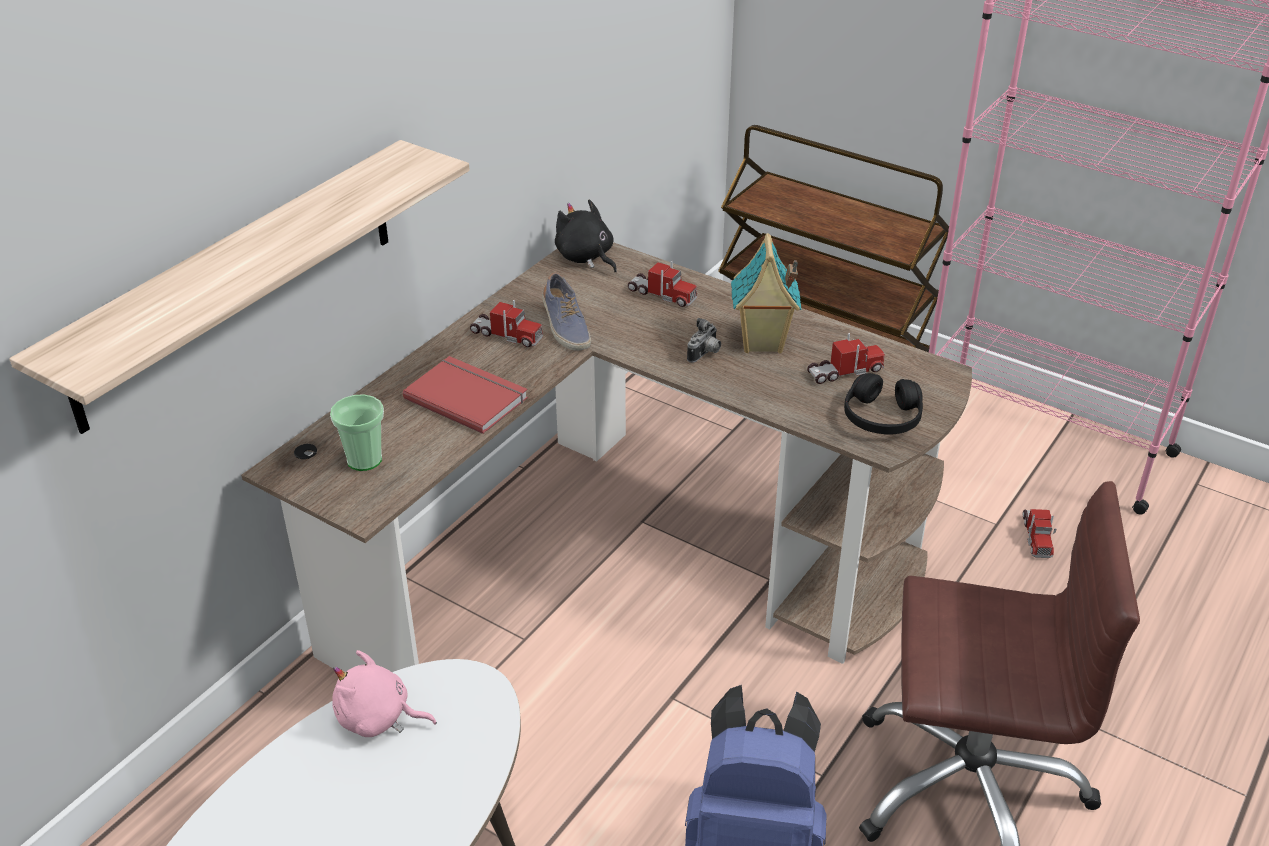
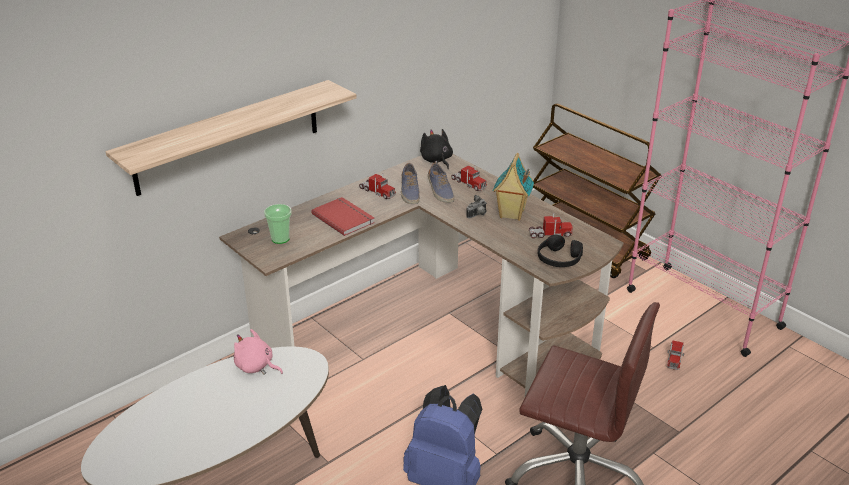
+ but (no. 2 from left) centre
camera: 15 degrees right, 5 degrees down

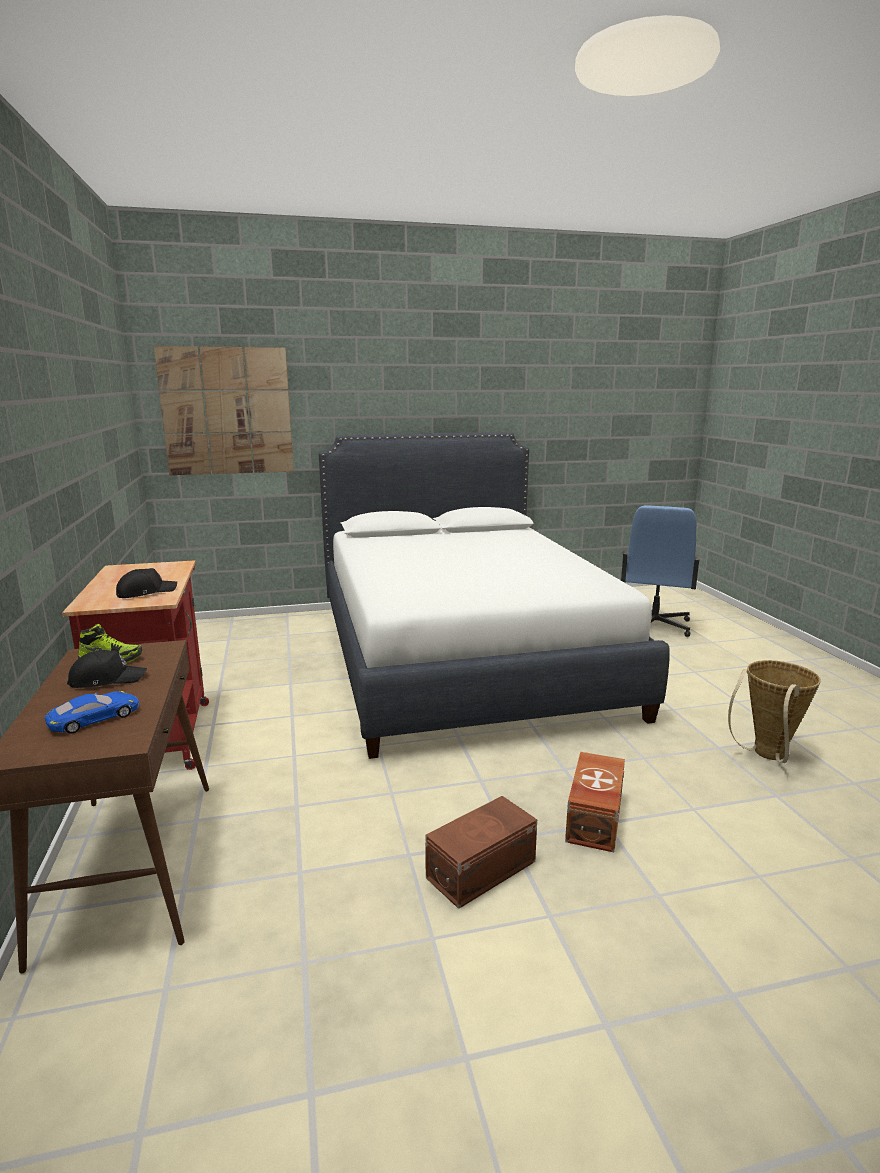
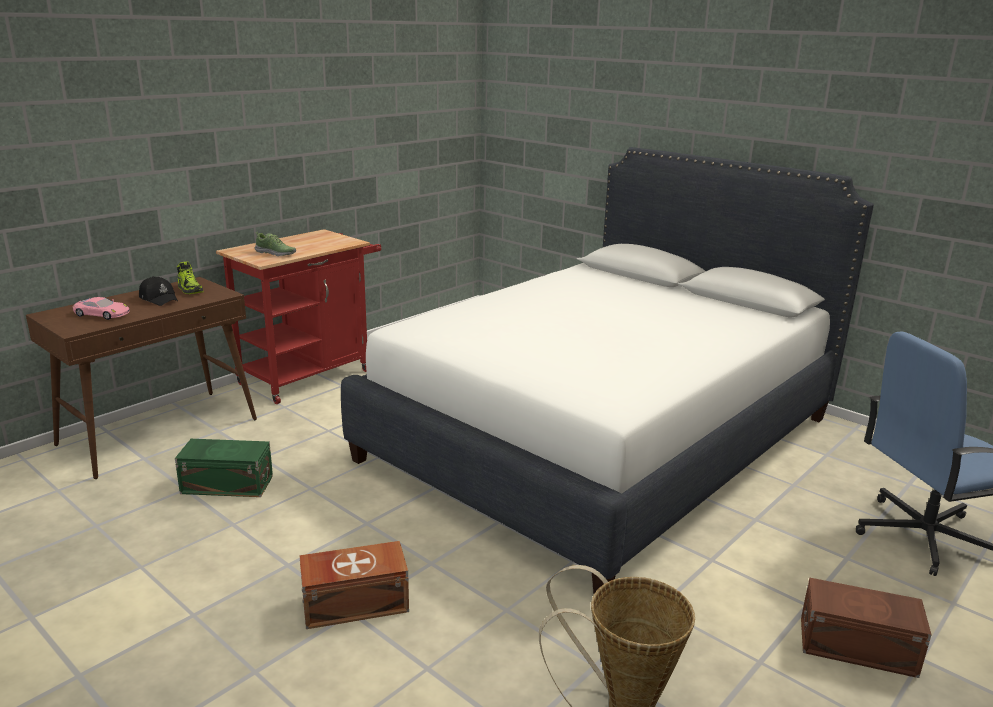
~ samochodzik (niebieski) middle left to samochodzik (różowy) middle left
~ czapka z daszkiem (czarny) (no. 2 from left) middle left to but (no. 2 from left) middle left
- obraz middle left
~ pojemnik do przechowywania (brązowy) (no. 1 from left in the first image) bottom centre to pojemnik do przechowywania (brązowy) (no. 2 from left) bottom right
+ pojemnik do przechowywania (zielony) middle left
camera: 55 degrees right, 5 degrees up

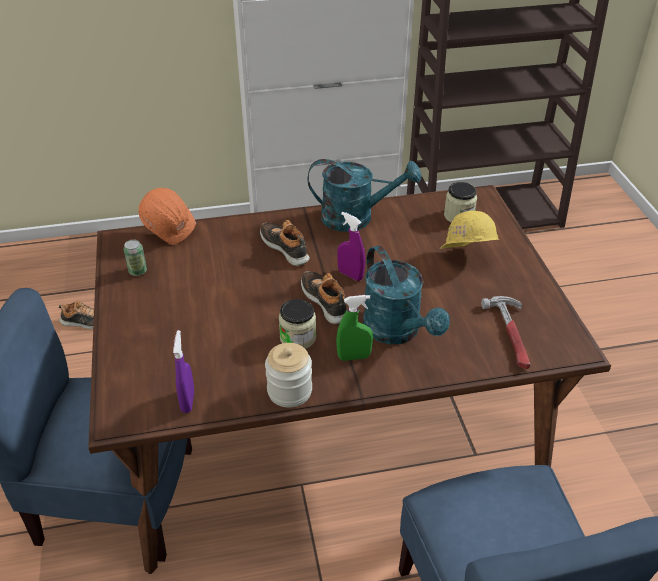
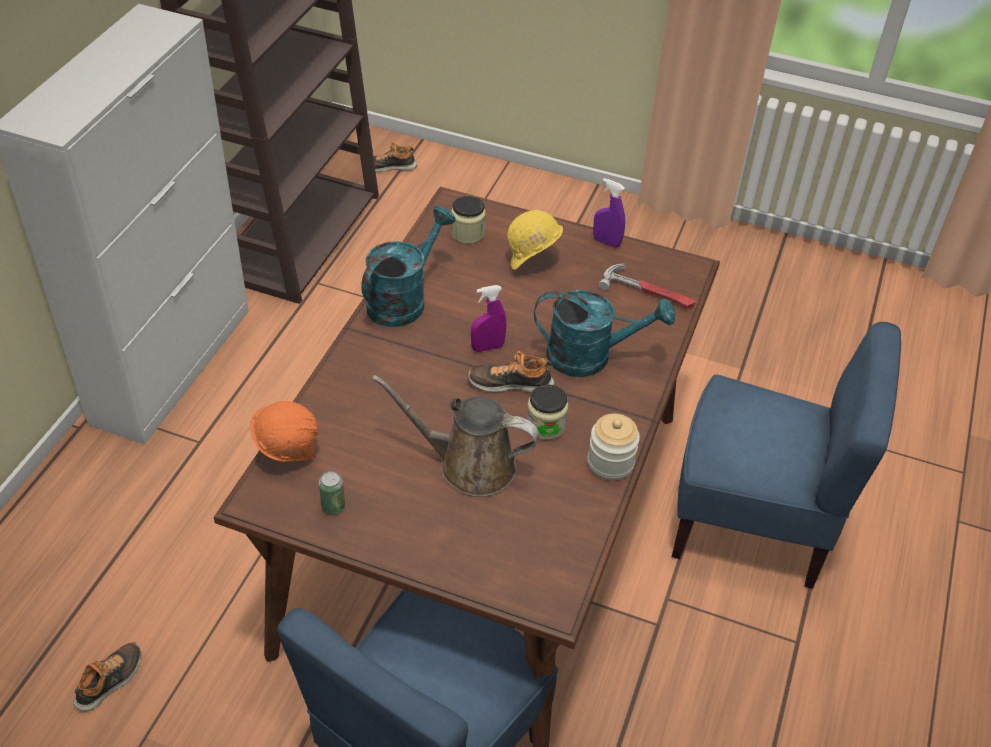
~ spryskiwacz (fioletowy) (no. 1 from left in the first image) middle left to spryskiwacz (fioletowy) (no. 2 from left) top centre
~ but (no. 2 from left) centre to top centre
- spryskiwacz (zielony) centre
+ konewka (brązowy) centre
camera: 60 degrees left, 5 degrees up

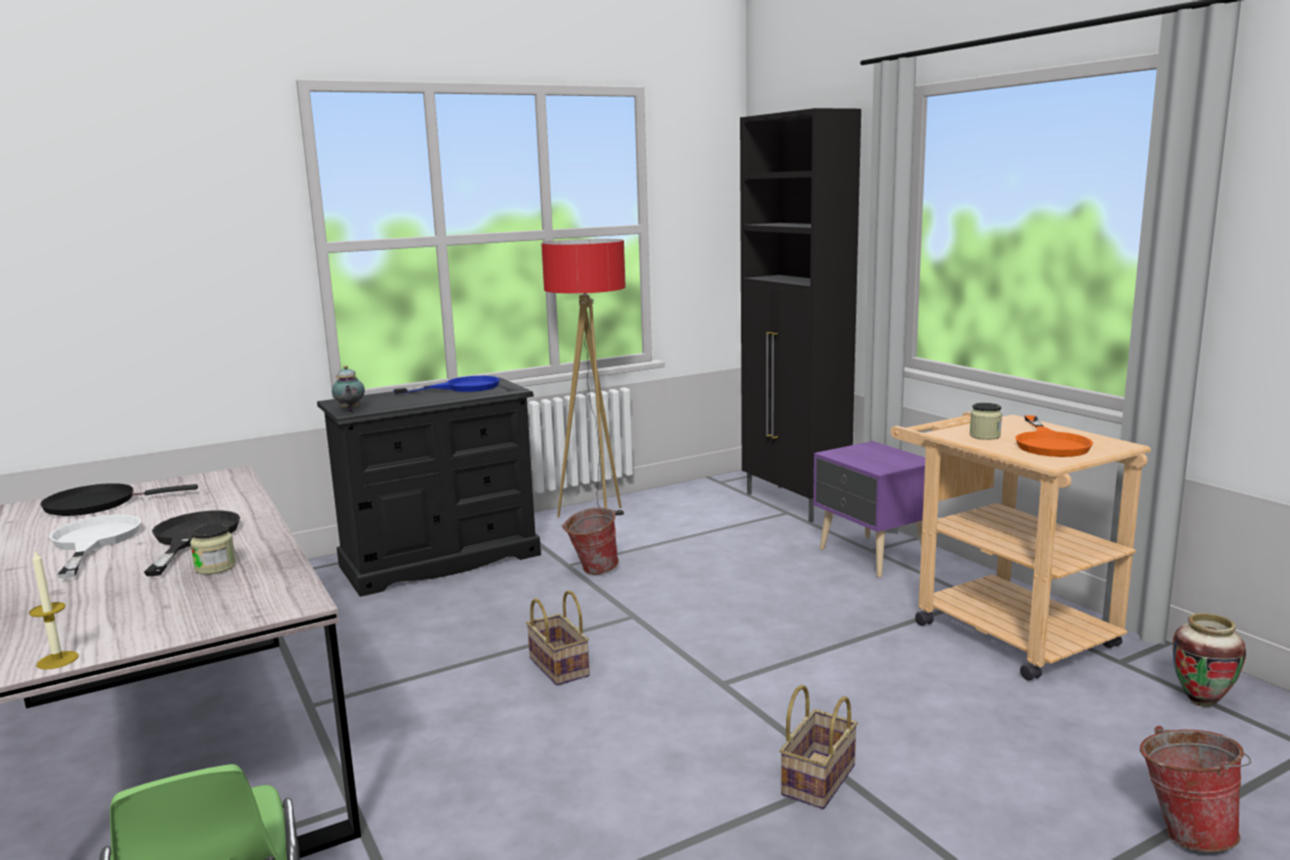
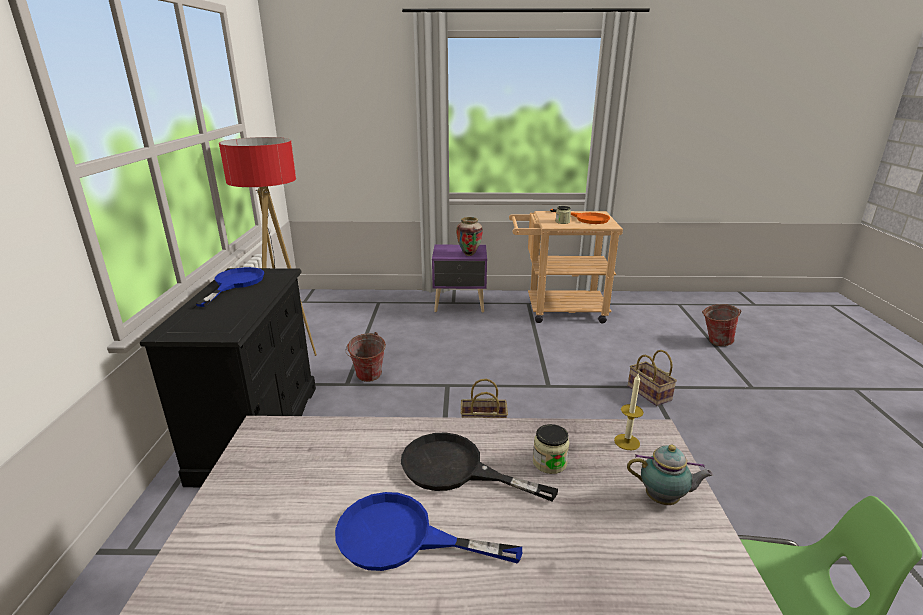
~ świeca bottom left to bottom right
- patelnia (czarny) (no. 1 from left) middle left
~ patelnia (biały) middle left to patelnia (niebieski) (no. 2 from left) bottom centre
~ imbryk middle left to bottom right
- szafka (czarny) centre
~ wazon bottom right to centre
camera: 60 degrees left, 10 degrees up

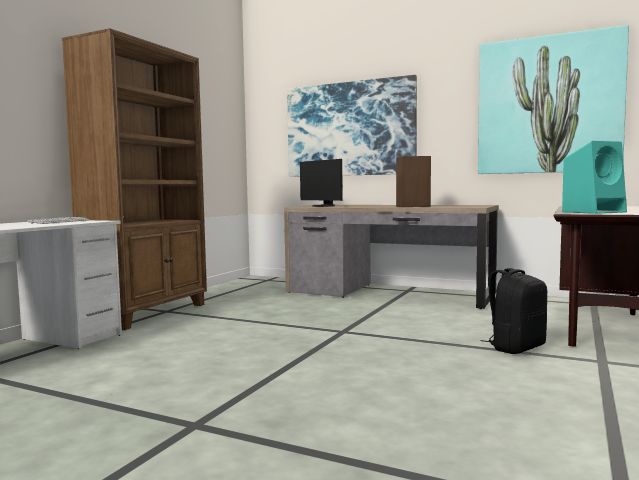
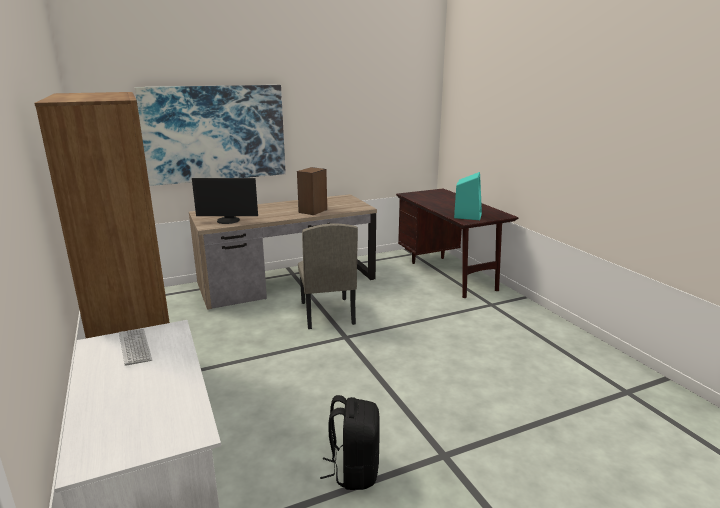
- obraz (no. 2 from left) top right
~ plecak (czarny) middle right to bottom centre
+ krzesło (beżowy) centre
camera: 50 degrees left, 15 degrees up

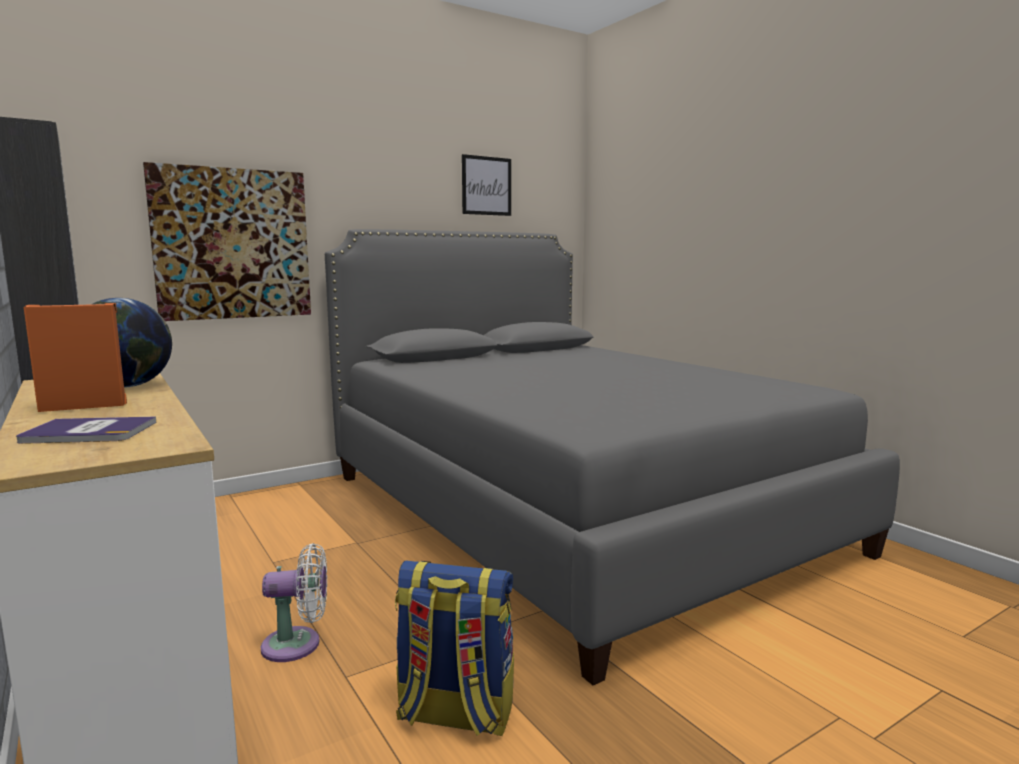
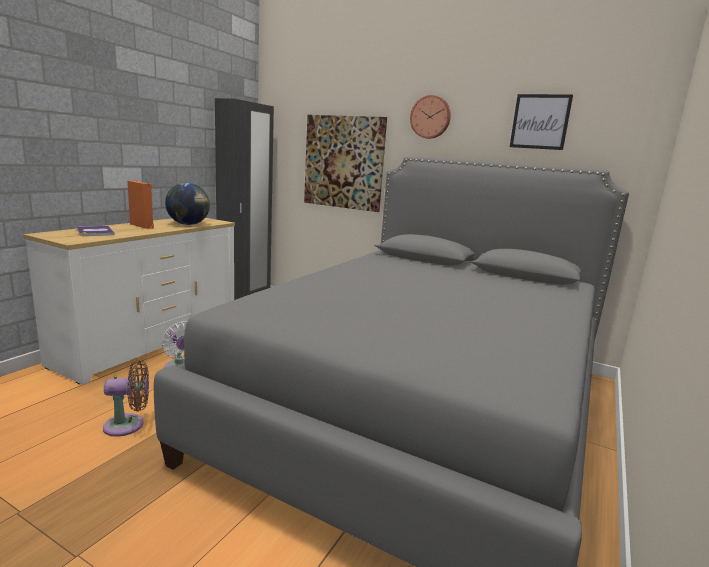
~ plecak bottom centre to wentylator (brązowy) bottom left
+ zegar ścienny top centre
camera: 60 degrees right, 5 degrees up

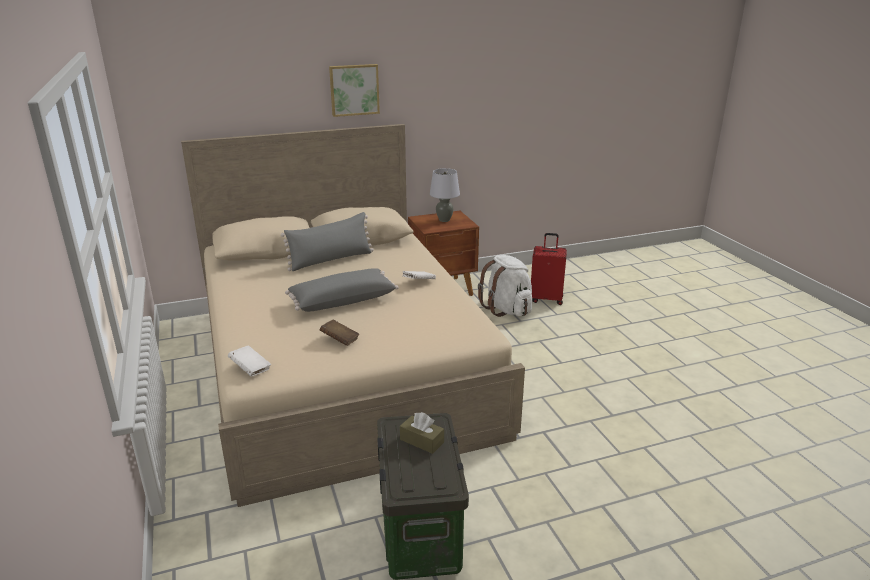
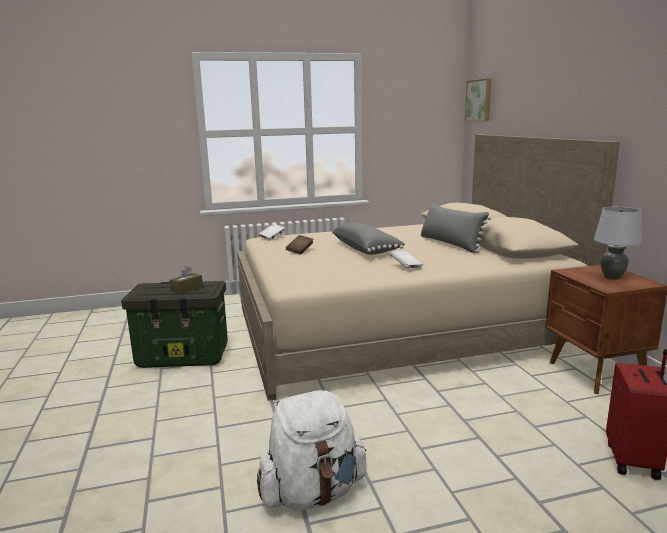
~ obraz top centre to top right
~ plecak (biały) centre to bottom centre
camera: 95 degrees right, 10 degrees down

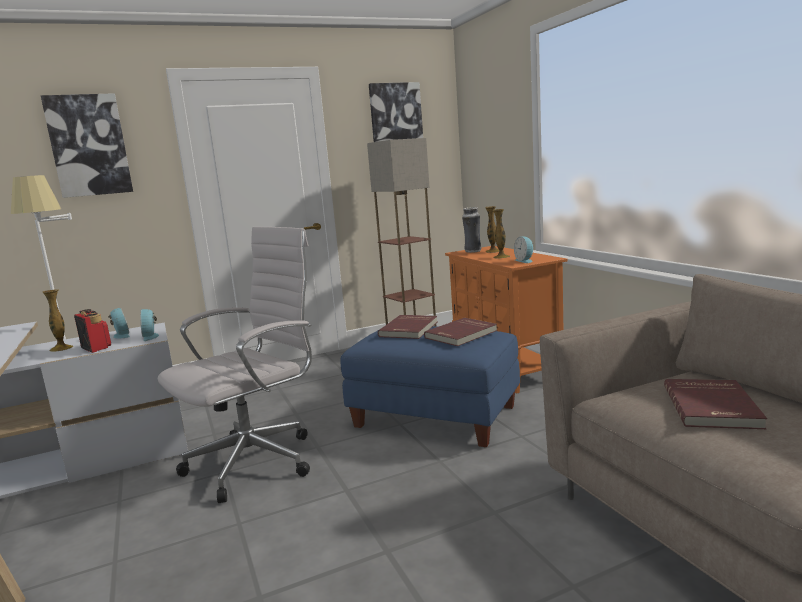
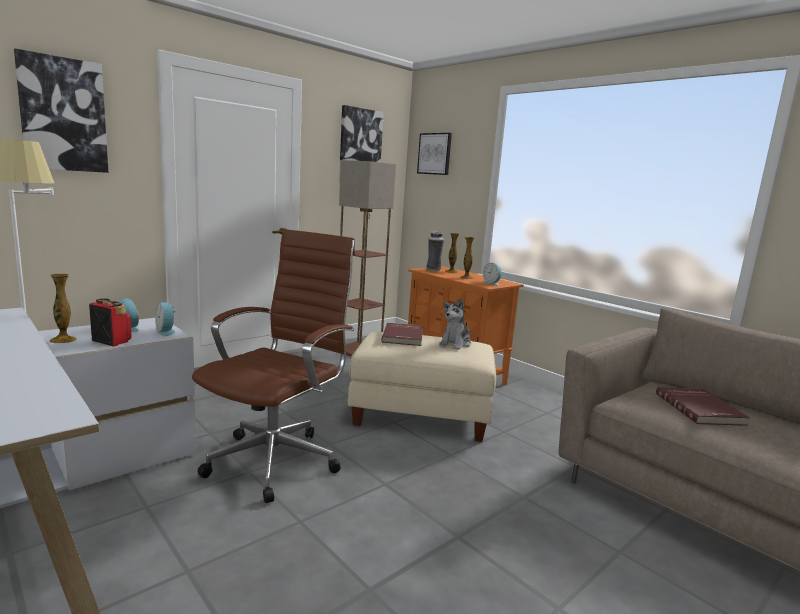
~ krzesło biurowe (biały) middle left to krzesło biurowe (brązowy) centre
~ pufa (niebieski) centre to pufa (beżowy) centre
~ książka (czerwony) (no. 2 from left) centre to pluszak centre
+ obraz (no. 3 from left) top centre
camera: 20 degrees left, 0 degrees up

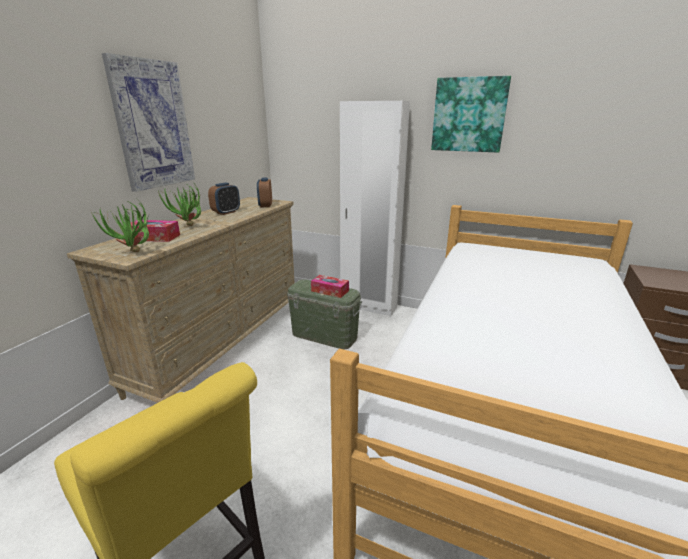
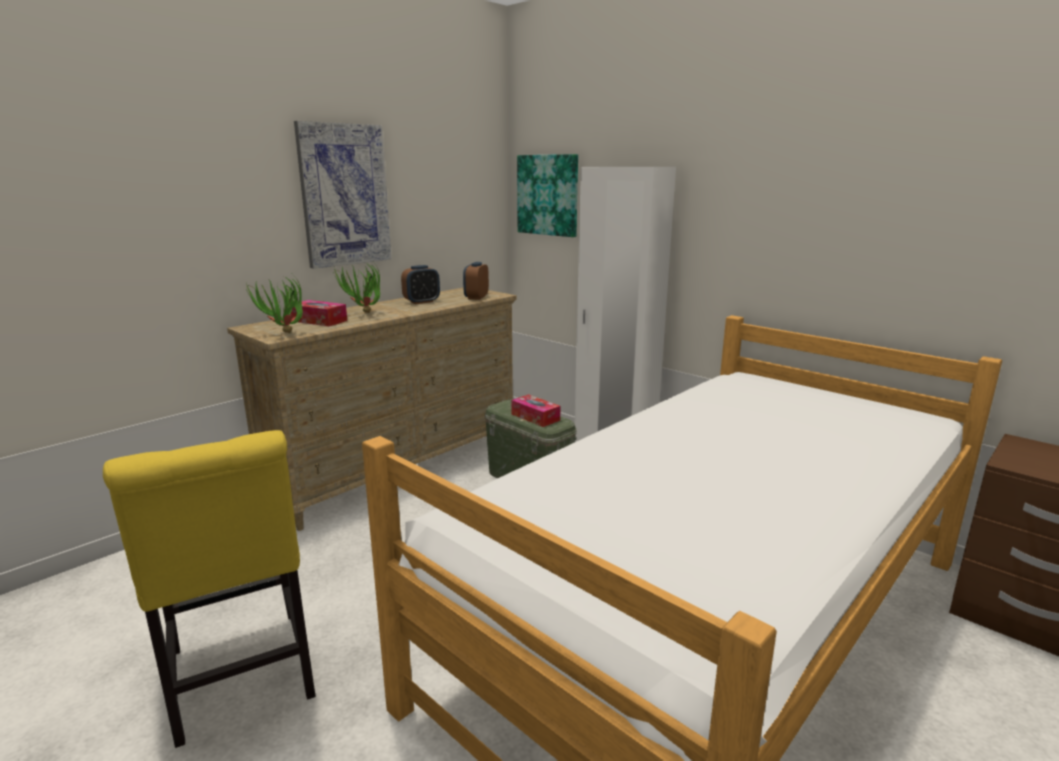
~ obraz (no. 2 from left) top right to top centre
camera: 20 degrees right, 5 degrees down

